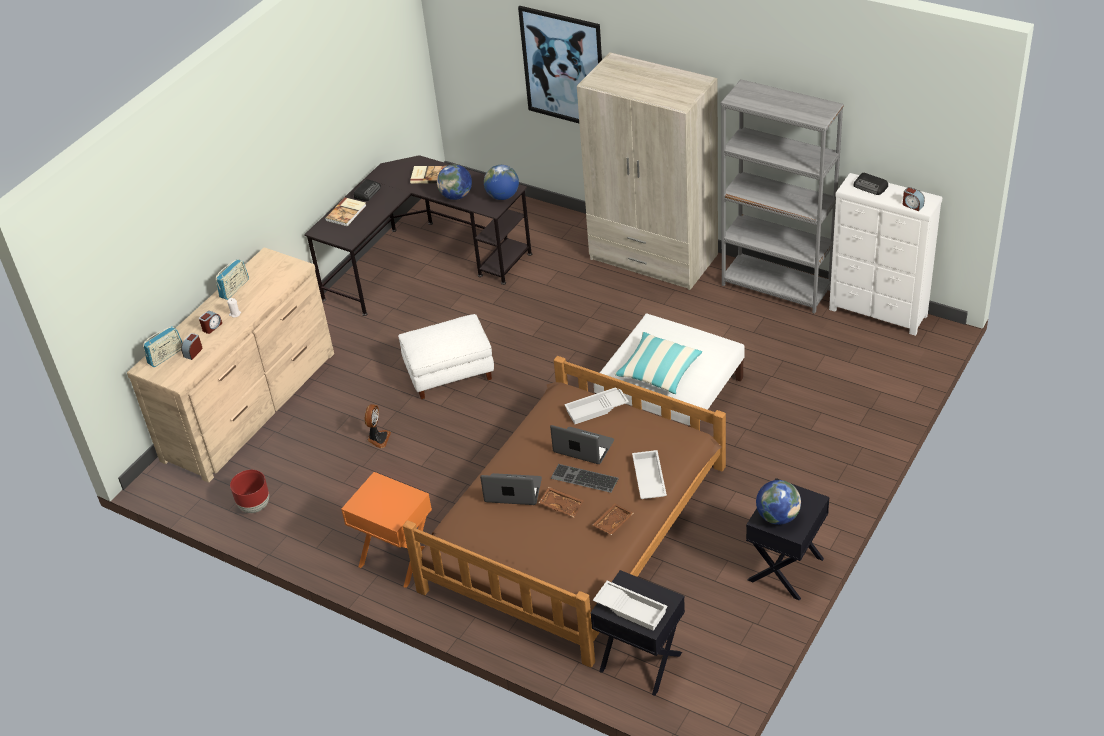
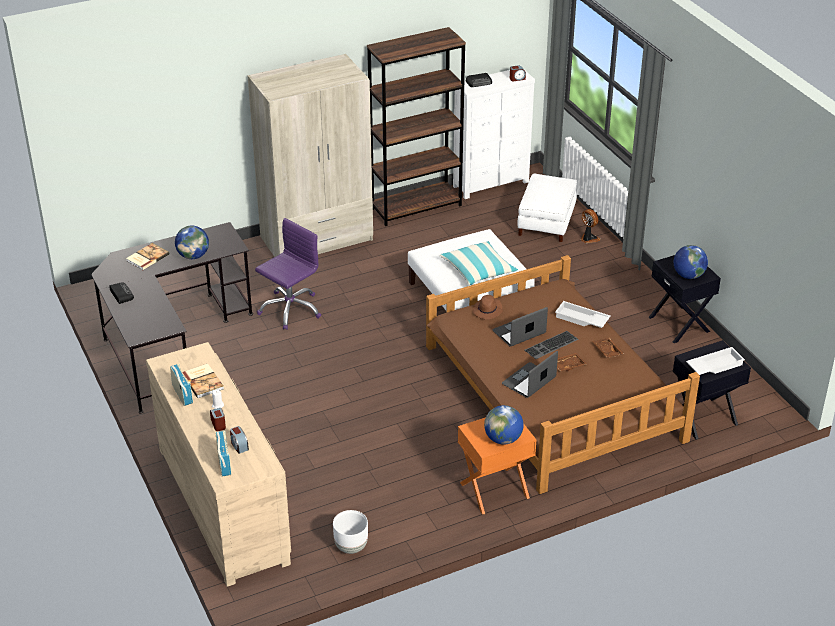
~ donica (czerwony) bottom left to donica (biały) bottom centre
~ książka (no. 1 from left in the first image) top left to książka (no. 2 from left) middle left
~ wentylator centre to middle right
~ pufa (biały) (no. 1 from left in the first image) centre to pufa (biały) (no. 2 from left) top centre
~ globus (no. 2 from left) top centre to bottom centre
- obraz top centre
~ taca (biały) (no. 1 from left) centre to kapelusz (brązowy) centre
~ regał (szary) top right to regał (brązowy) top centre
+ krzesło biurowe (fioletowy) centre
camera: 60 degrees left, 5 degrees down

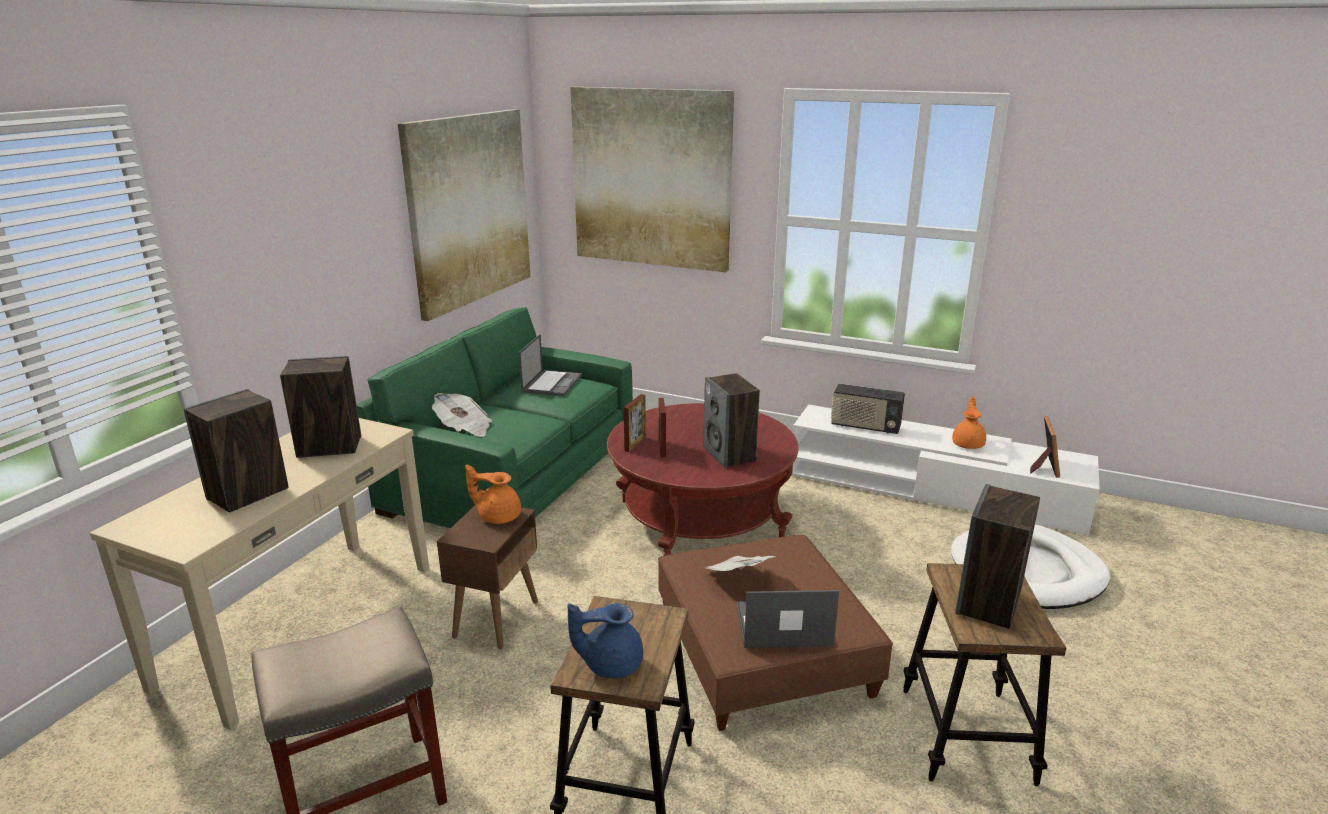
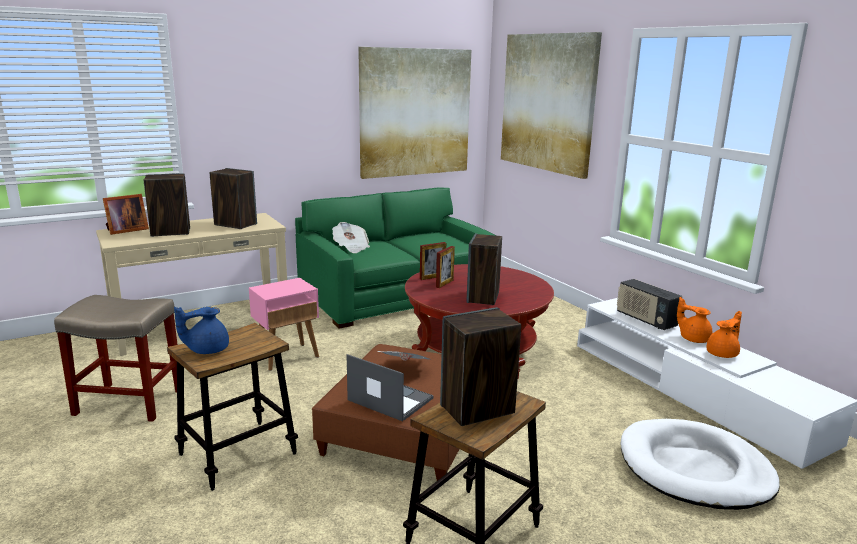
~ stolik (brązowy) bottom centre to stolik (różowy) middle left
~ imbryk (pomarańczowy) (no. 1 from left) centre to middle right
- laptop (no. 1 from left) centre
~ imbryk (niebieski) bottom centre = middle left 60 degrees counterclockwise
~ ramka na zdjęcie (no. 3 from left in the first image) middle right to ramka na zdjęcie (no. 1 from left) middle left
camera: 35 degrees right, 5 degrees down

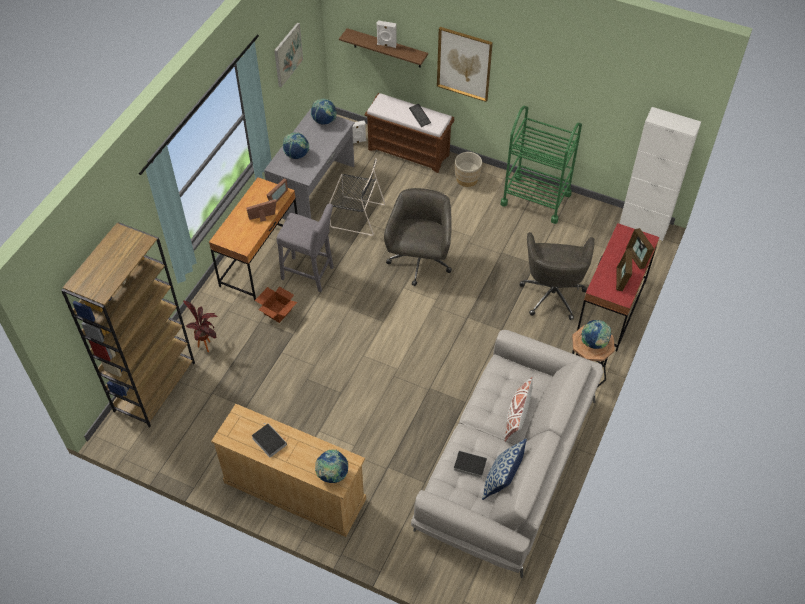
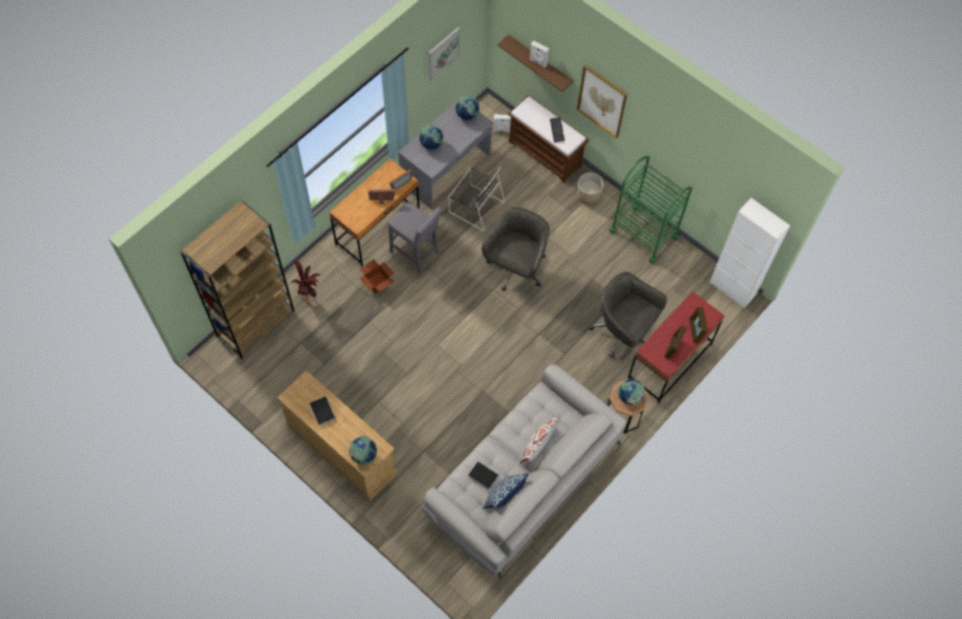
~ krzesło biurowe (szary) (no. 2 from left) middle right = centre 105 degrees clockwise
camera: 15 degrees right, 10 degrees up

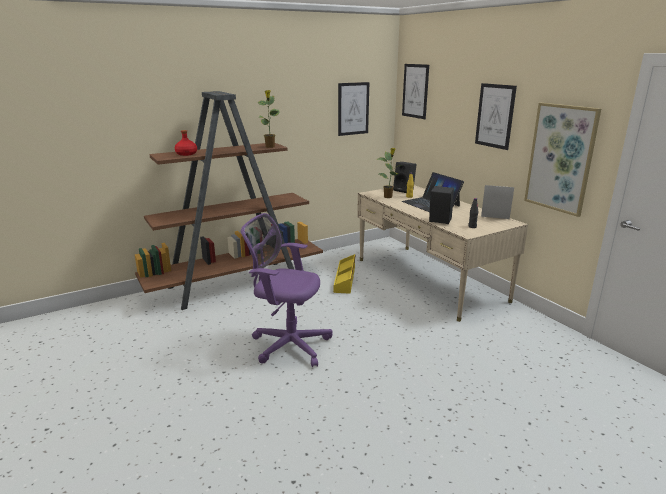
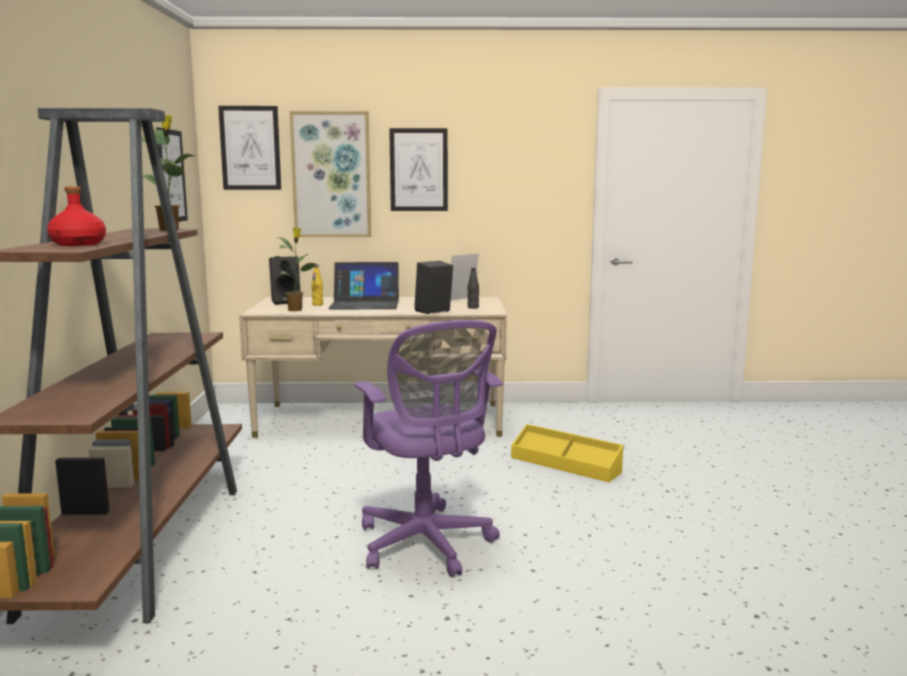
~ krzesło biurowe (fioletowy) centre = centre 75 degrees counterclockwise
~ pojemnik do przechowywania (żółty) centre to bottom centre
~ obraz (no. 4 from left in the first image) top right to obraz (no. 3 from left) top centre
camera: 60 degrees left, 10 degrees down

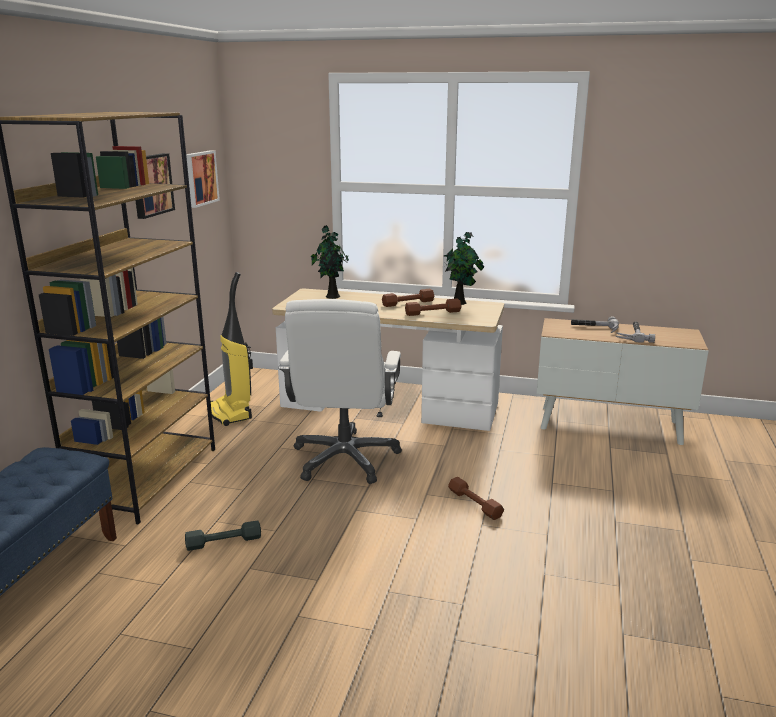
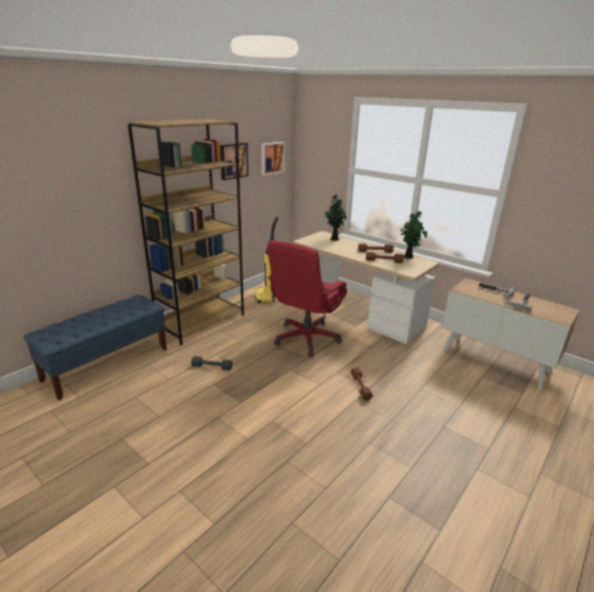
~ krzesło biurowe (biały) centre to krzesło biurowe (czerwony) centre
camera: 25 degrees right, 5 degrees up

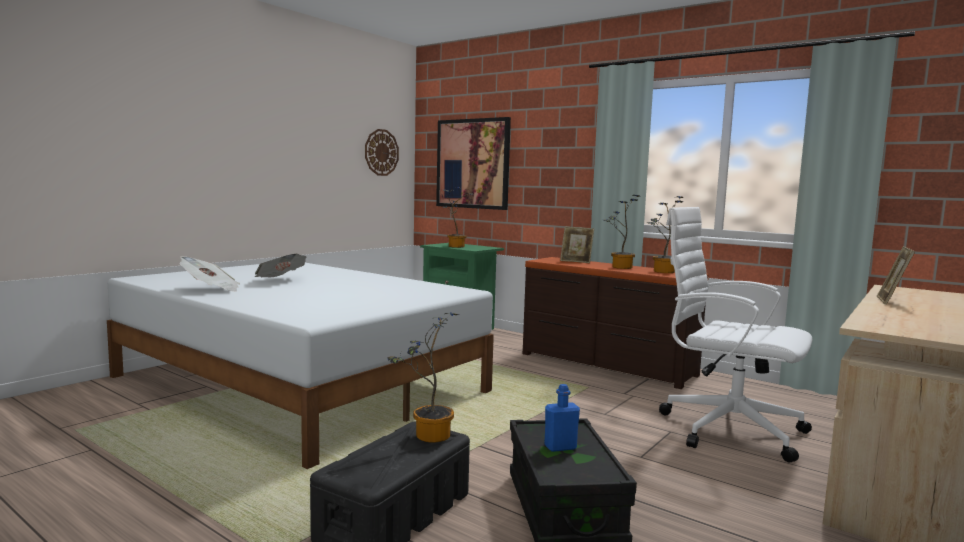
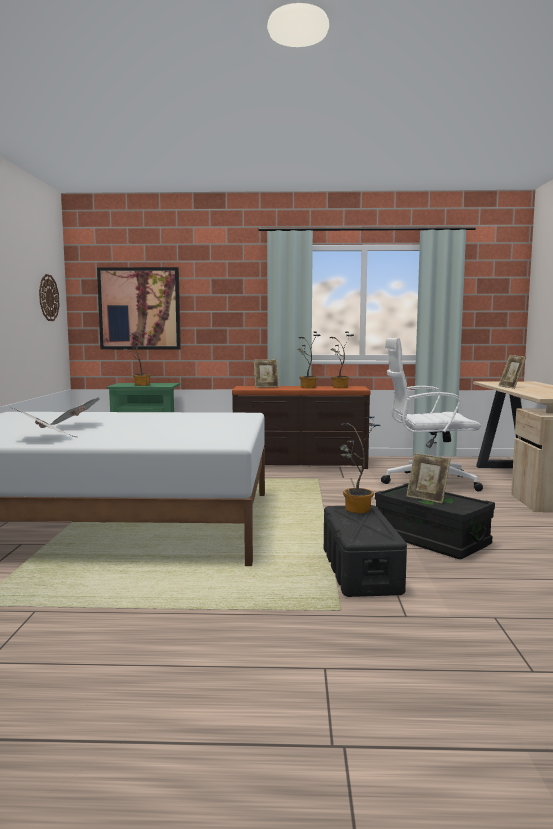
~ butelka (niebieski) bottom centre to ramka na zdjęcie (no. 2 from left) middle right
camera: 35 degrees left, 0 degrees up

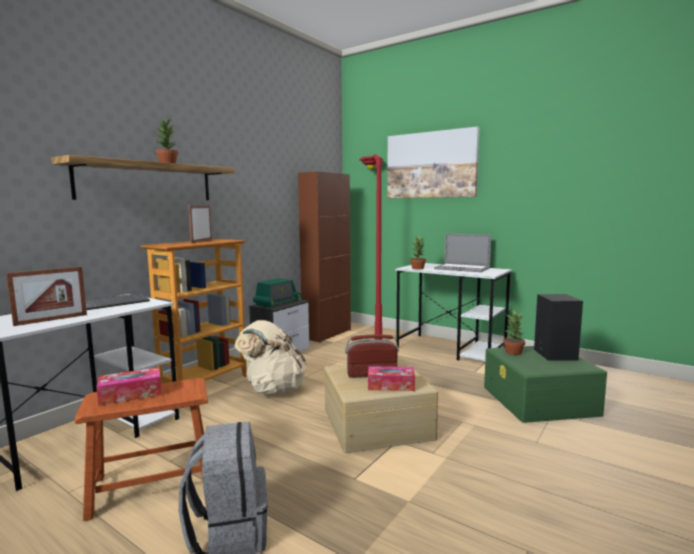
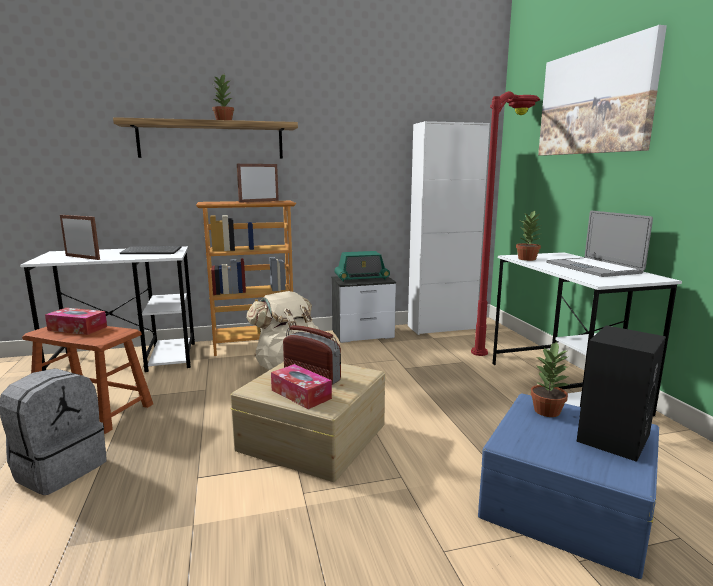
~ ramka na zdjęcie (no. 1 from left) middle left = middle left 150 degrees counterclockwise
~ szafka (brązowy) centre to szafka (biały) centre
~ pojemnik do przechowywania (zielony) bottom right to pojemnik do przechowywania (niebieski) bottom right
camera: 40 degrees right, 5 degrees up

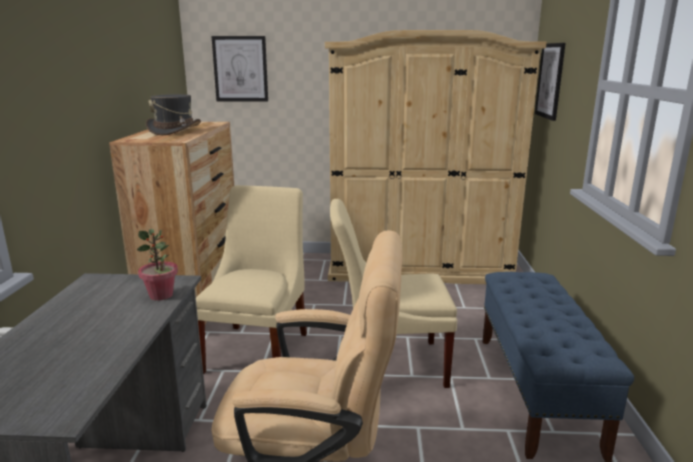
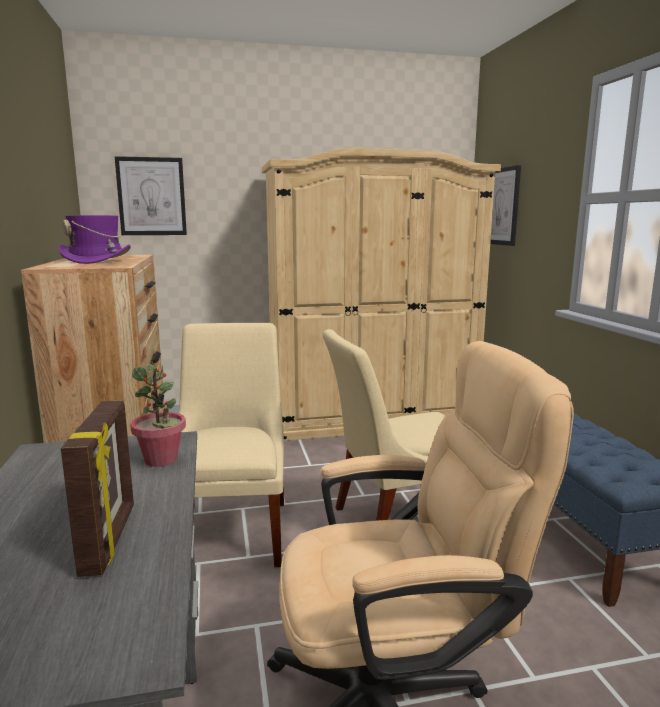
~ kapelusz (szary) top left to kapelusz (fioletowy) middle left
+ ramka na zdjęcie bottom left
camera: 15 degrees left, 5 degrees down

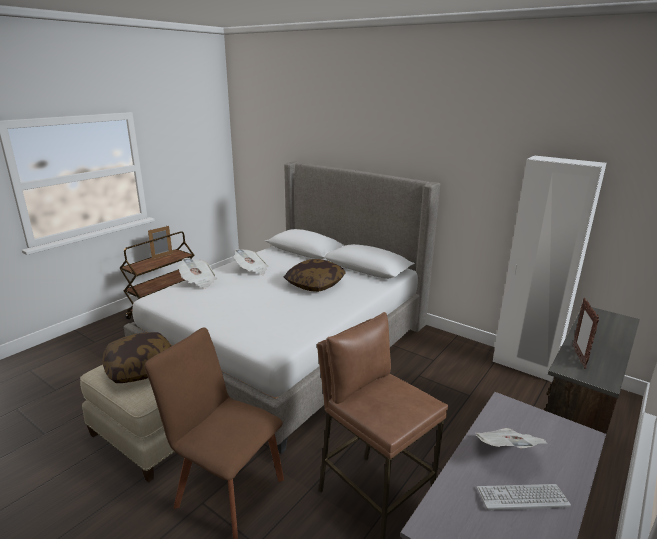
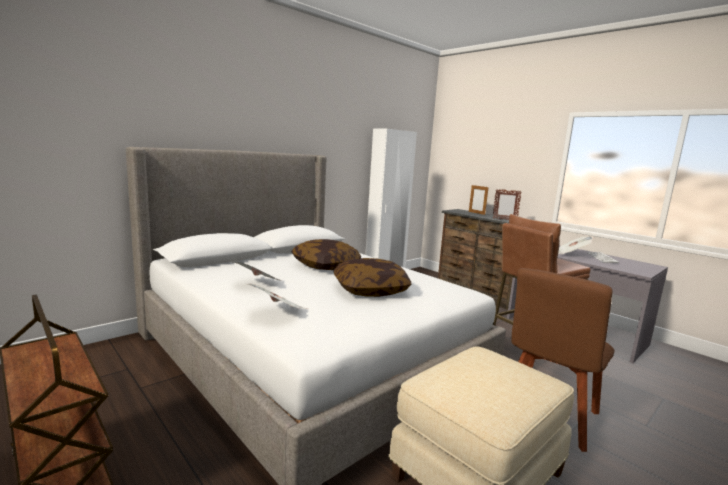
~ poduszka (no. 1 from left in the first image) middle left to poduszka (no. 2 from left) centre
~ ramka na zdjęcie (no. 1 from left) middle left to centre
camera: 80 degrees left, 10 degrees down

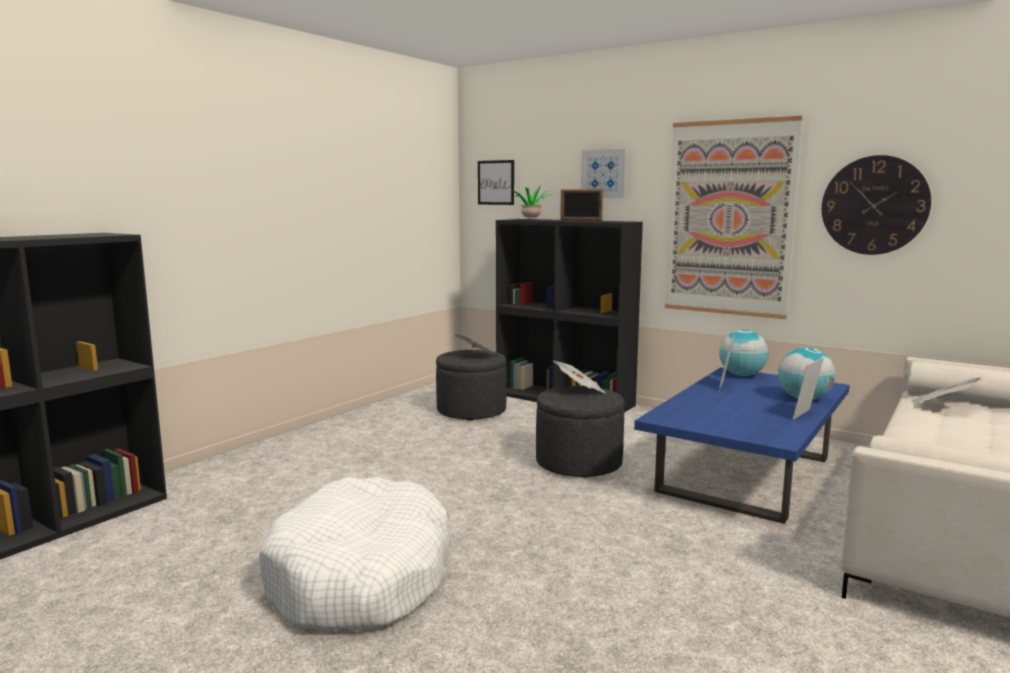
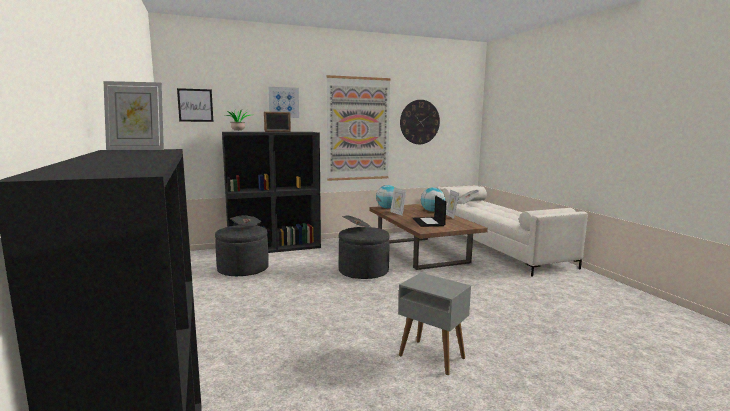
~ legowisko (biały) bottom centre to stolik (szary) bottom centre
~ ława (niebieski) middle right to ława (brązowy) centre
+ ramka na zdjęcie (no. 1 from left) top left
+ laptop centre
camera: 55 degrees left, 0 degrees up

